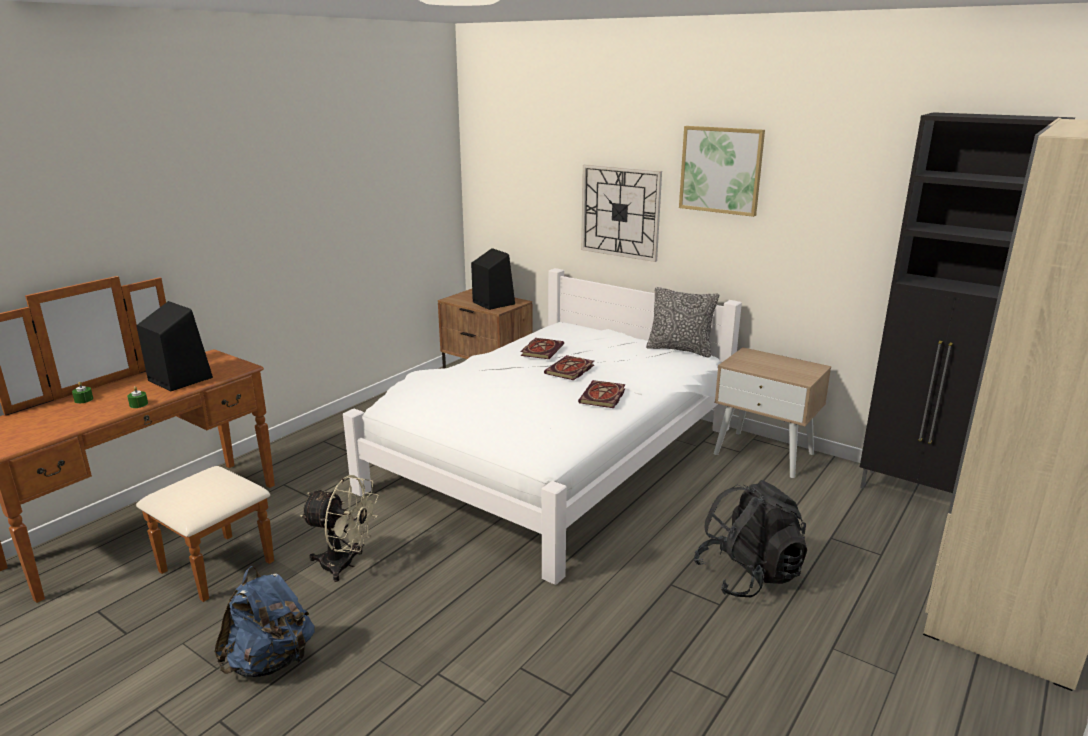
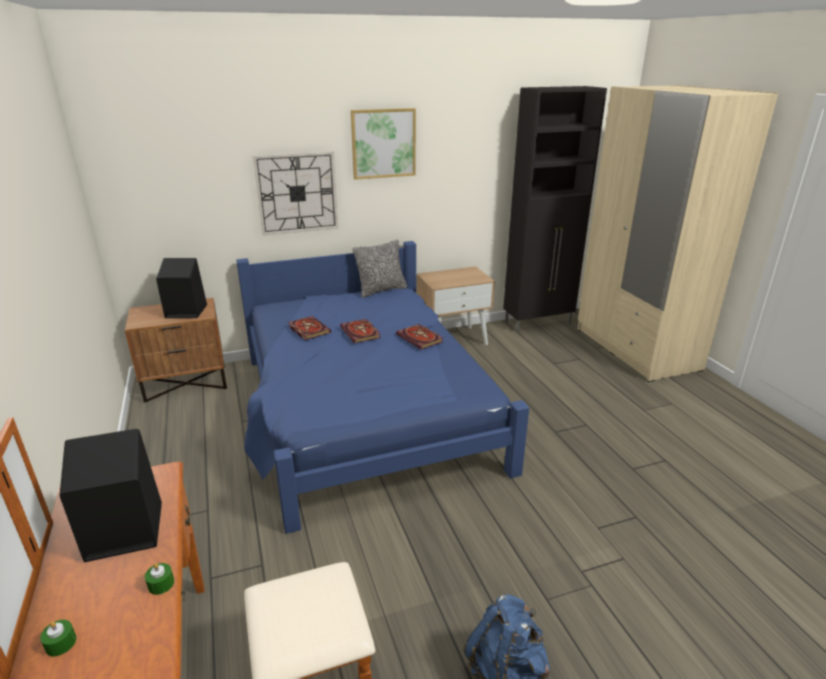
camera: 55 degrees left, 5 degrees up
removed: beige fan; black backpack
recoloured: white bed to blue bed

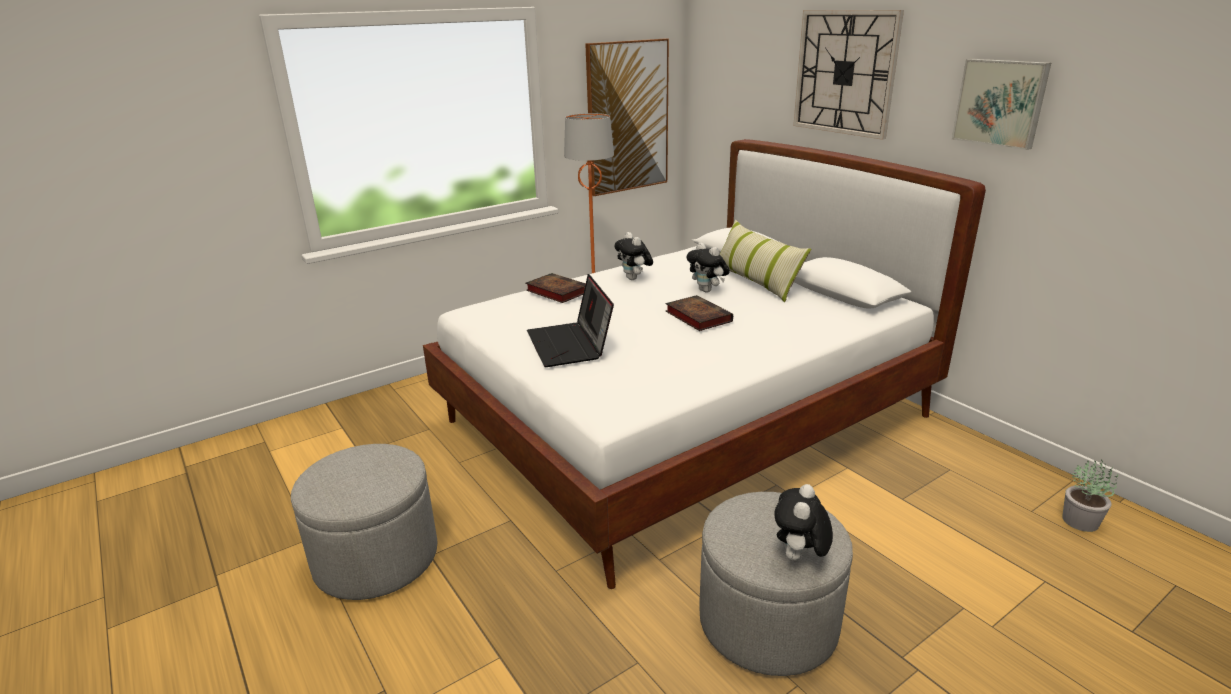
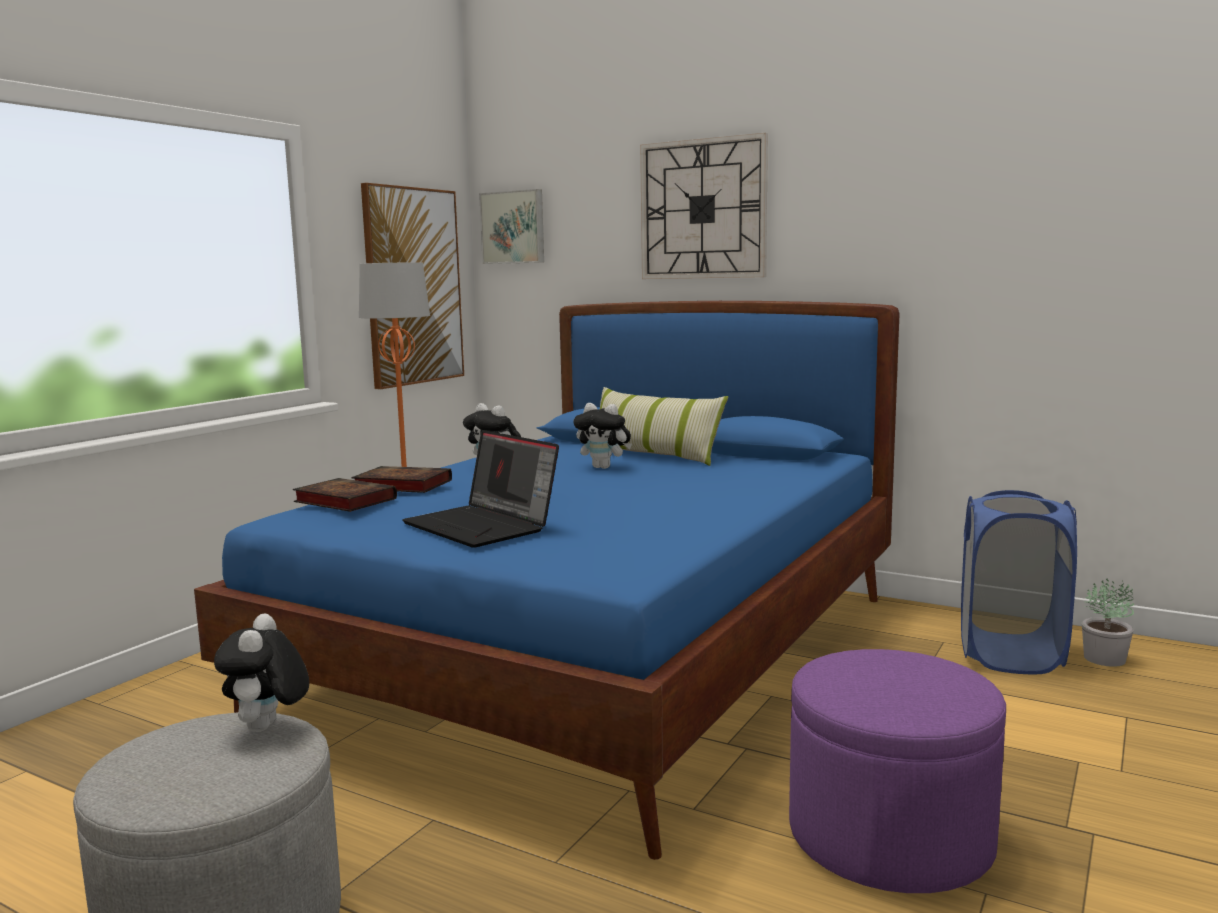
camera: 25 degrees left, 15 degrees down
added: blue laundry basket
moved: plush toy (3rd from left in the first image) to plush toy (1st from left); book (2nd from left in the first image) to book (1st from left); picture (2nd from left)
recoloured: white bed to blue bed; grey ottoman (2nd from left) to purple ottoman

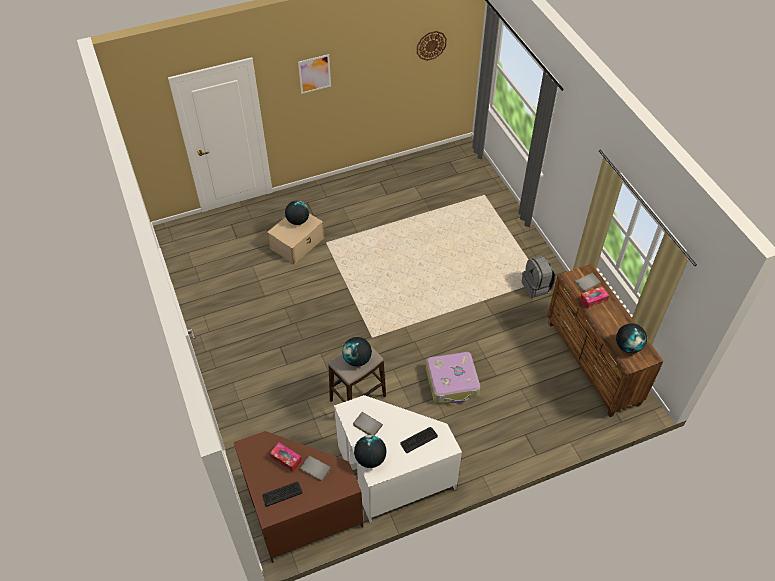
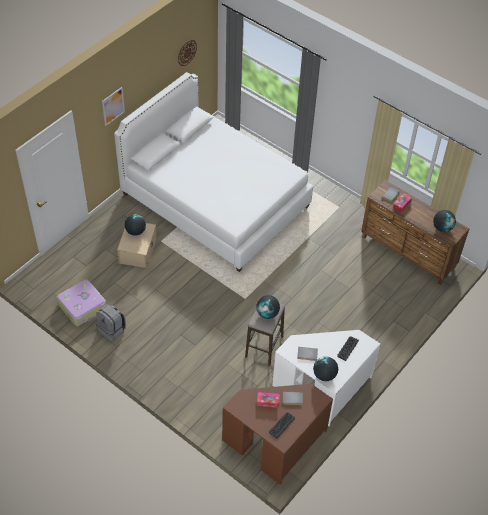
camera: 30 degrees left, 0 degrees up
added: white bed
moved: suitcase; grey backpack

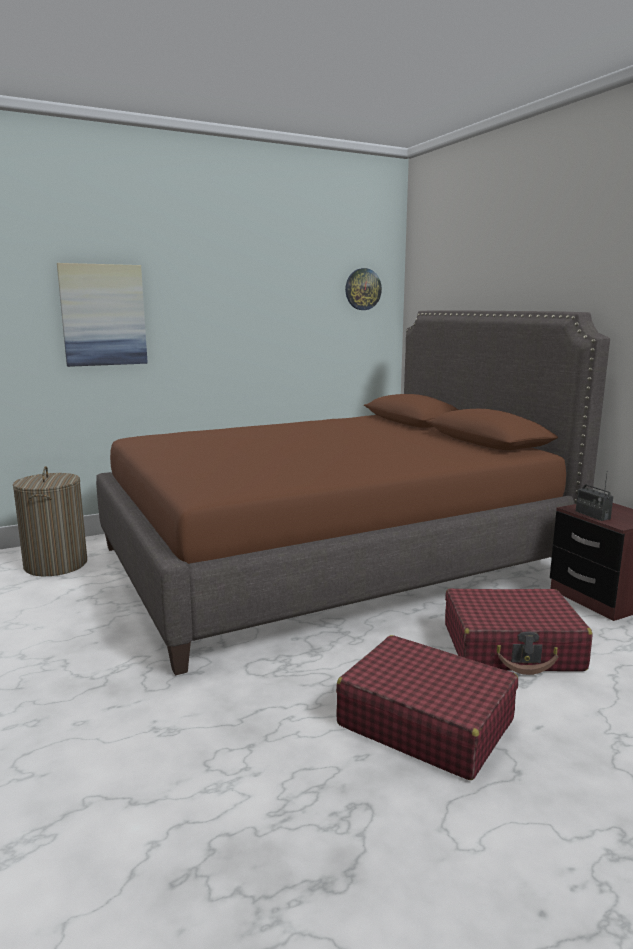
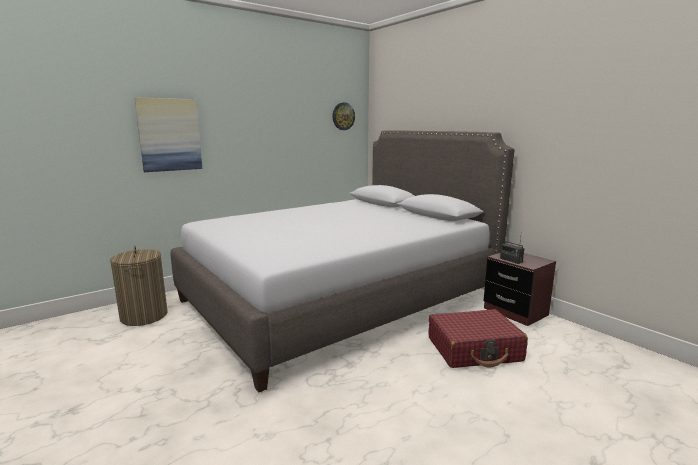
camera: 10 degrees left, 0 degrees up
removed: red suitcase (1st from left)
recoloured: brown bed to grey bed

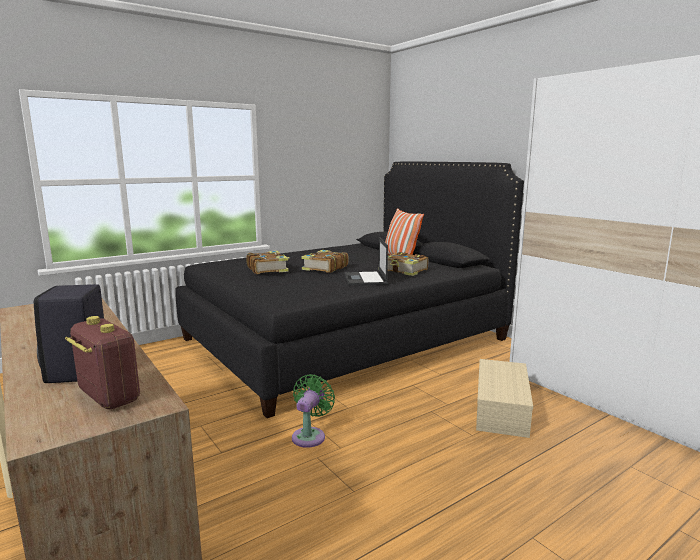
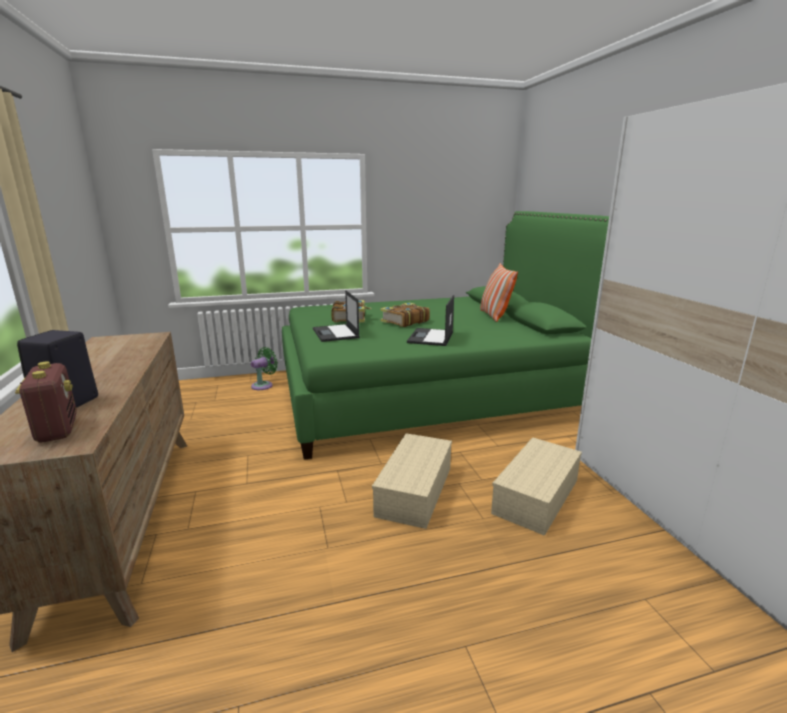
camera: 20 degrees right, 5 degrees up
removed: book (3rd from left)
added: laptop (1st from left); beige storage box (1st from left)
moved: green fan
recoloured: black bed to green bed

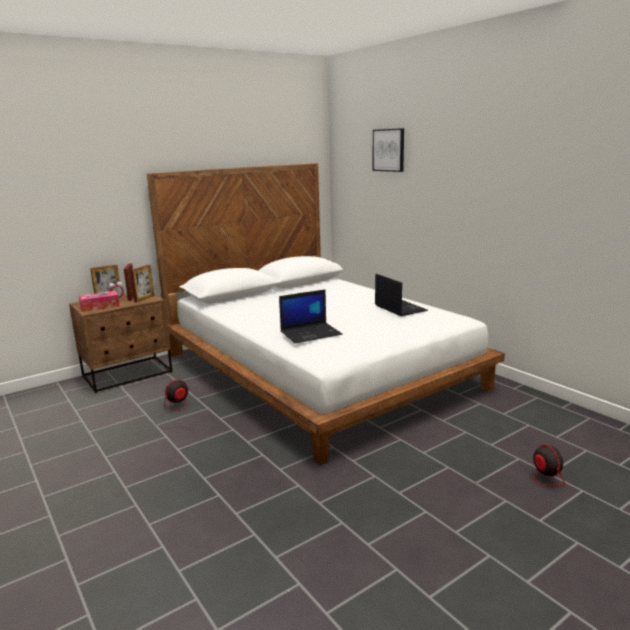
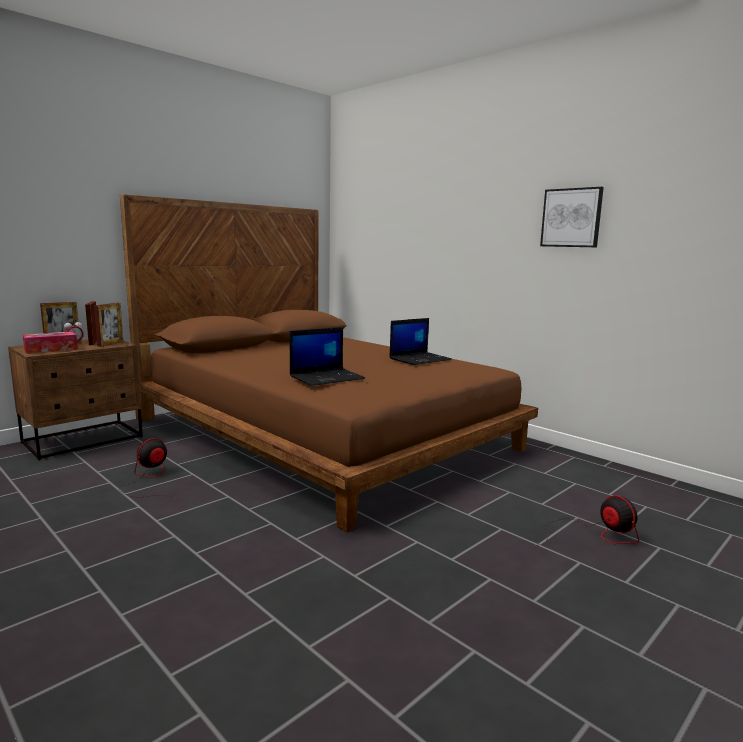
camera: 10 degrees left, 5 degrees down
moved: picture
recoloured: white bed to brown bed
turned: laptop (2nd from left) 90 degrees clockwise

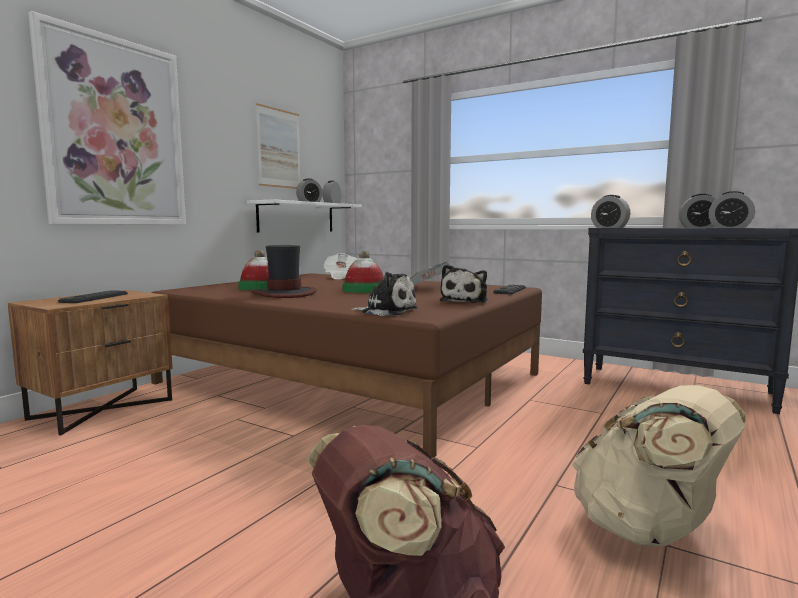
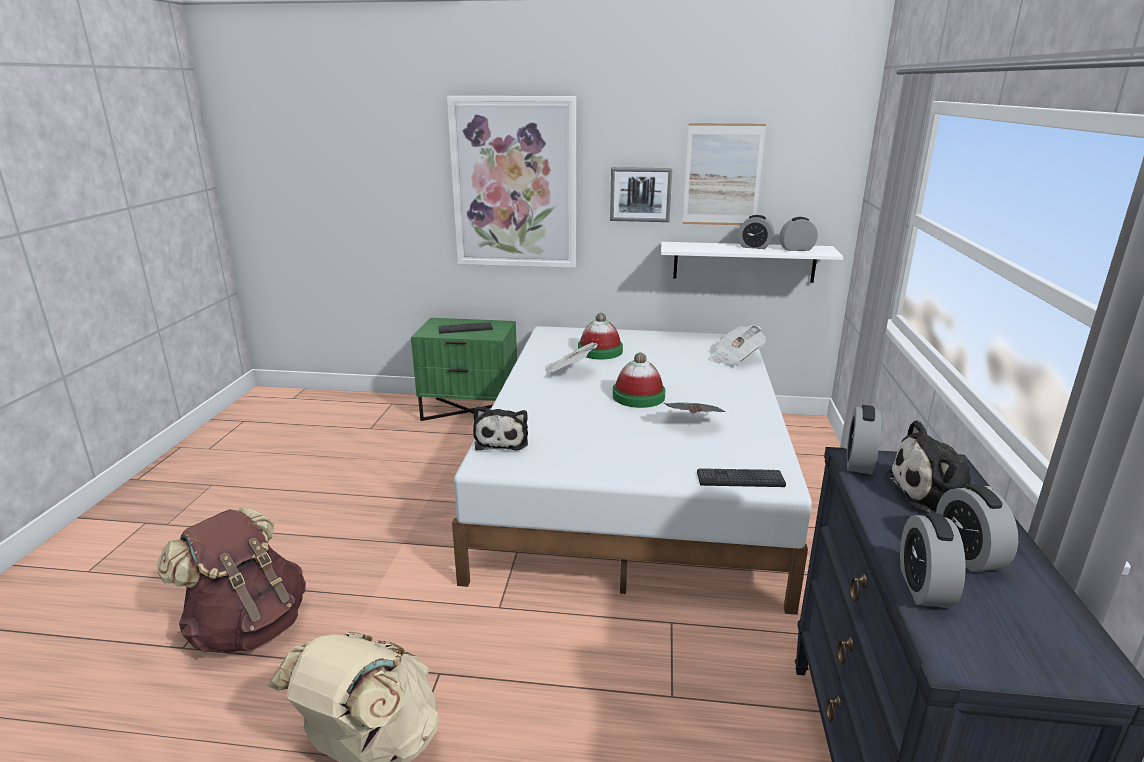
camera: 65 degrees right, 15 degrees up
added: picture (2nd from left)
moved: plush toy (2nd from left)
replaced: hat (2nd from left) to newspaper (1st from left)
recoloured: brown nightstand to green nightstand; brown bed to white bed

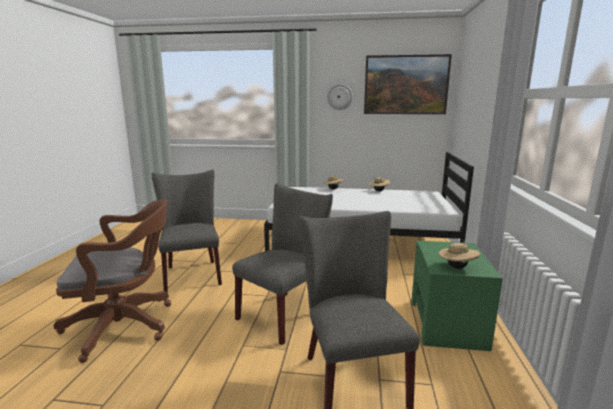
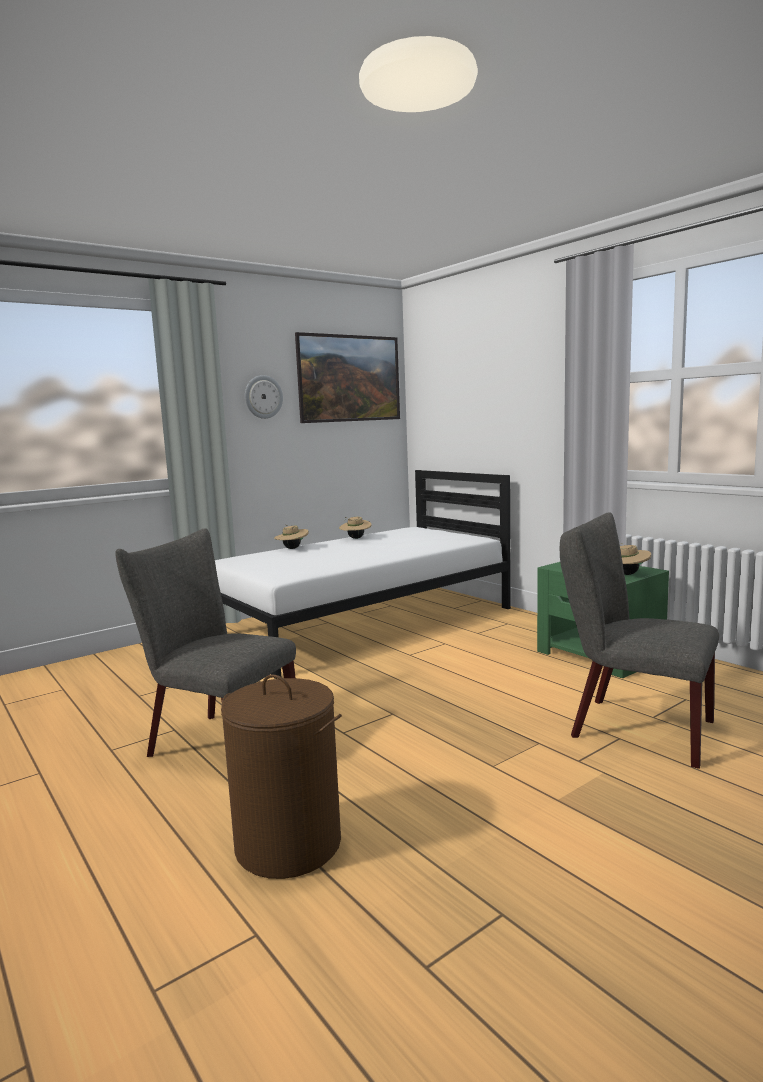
camera: 45 degrees left, 5 degrees down
removed: grey chair (2nd from left)
replaced: brown office chair to brown laundry basket

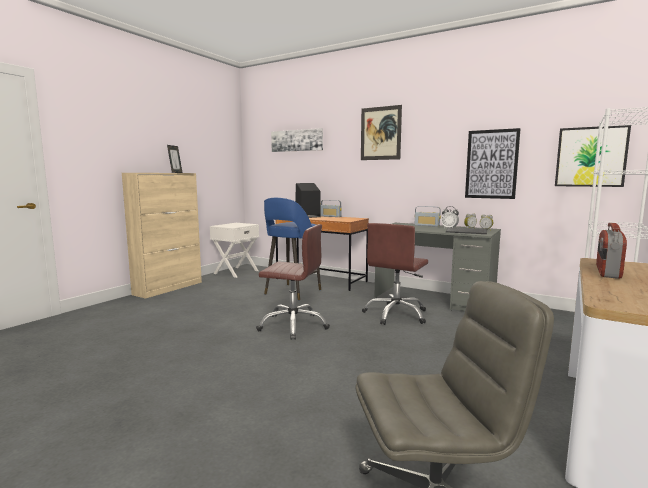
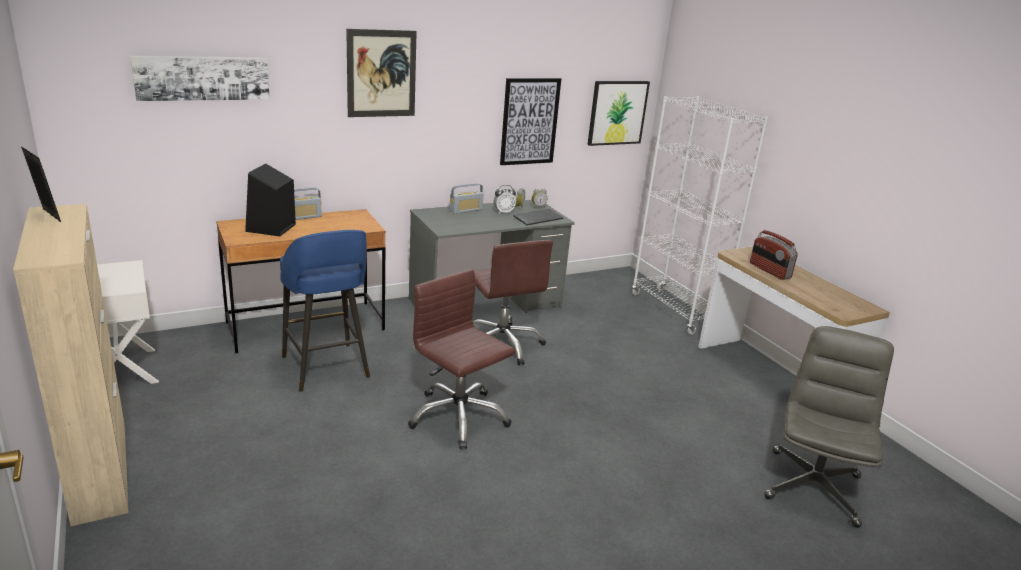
camera: 60 degrees left, 15 degrees up
turned: brown office chair (1st from left) 90 degrees counterclockwise

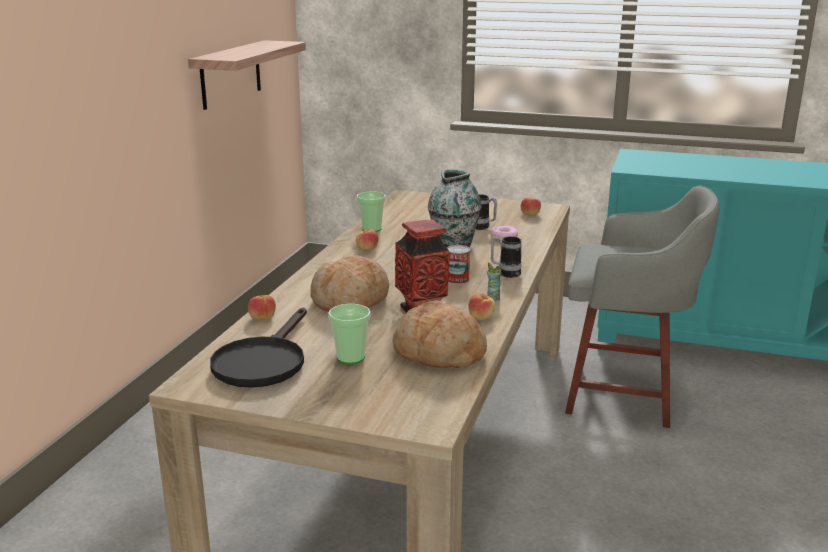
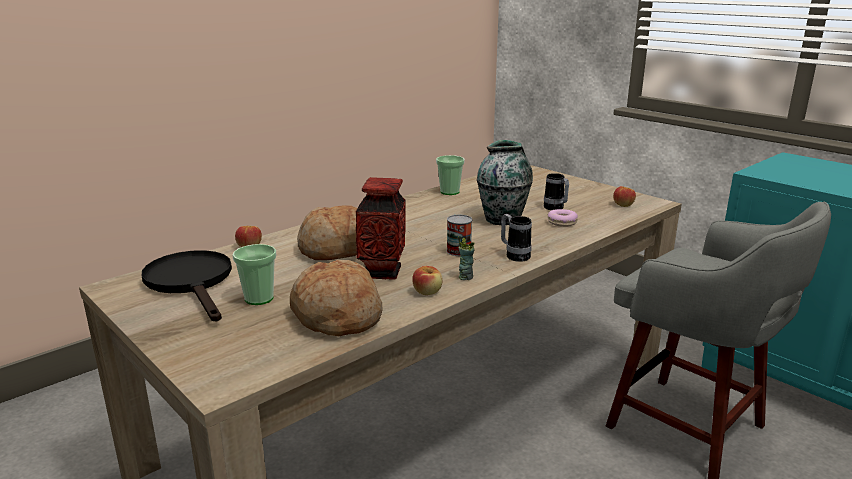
camera: 30 degrees right, 0 degrees up
removed: shelf; apple (2nd from left)
turned: black frying pan 105 degrees clockwise

